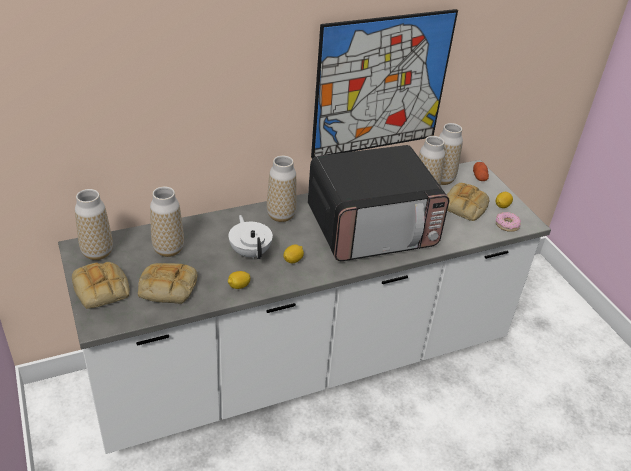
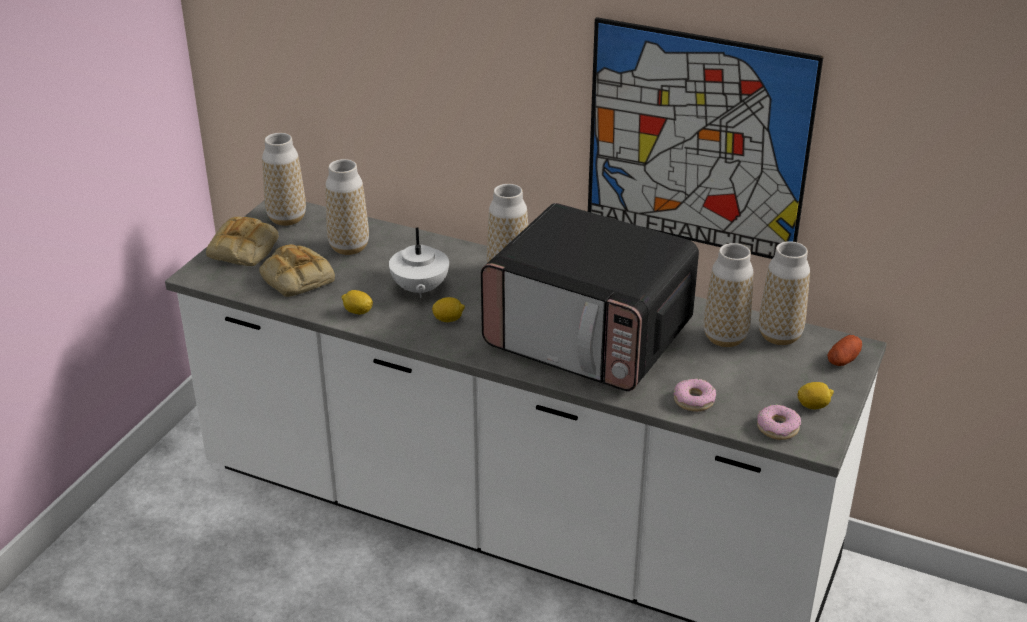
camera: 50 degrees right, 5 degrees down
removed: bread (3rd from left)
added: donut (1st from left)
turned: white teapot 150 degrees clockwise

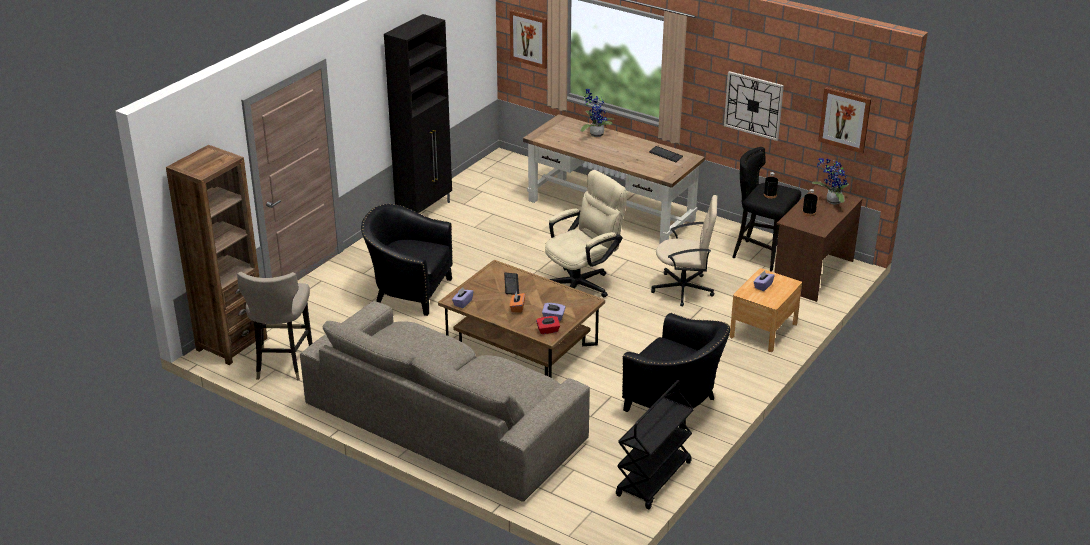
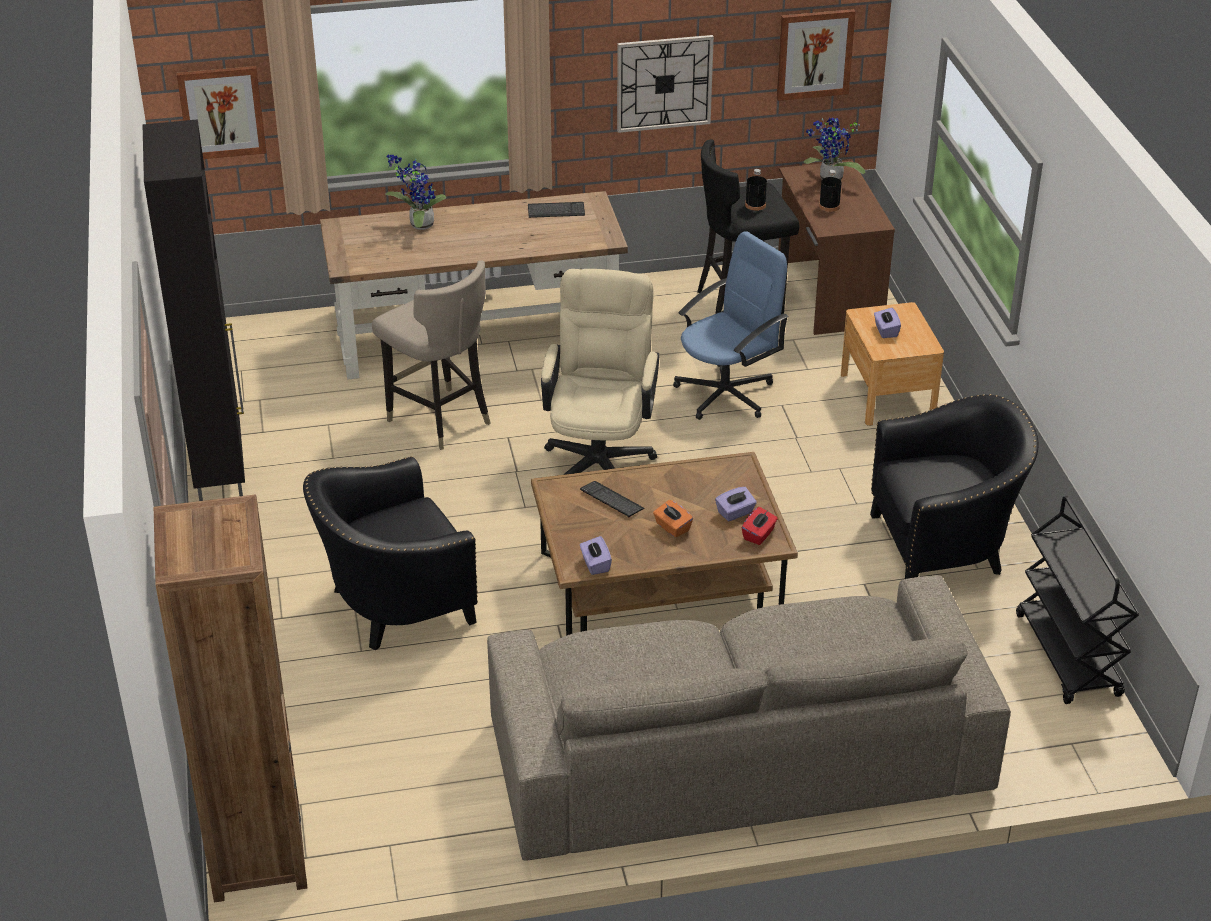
camera: 45 degrees left, 5 degrees up
moved: beige stool
recoloured: beige office chair (2nd from left) to blue office chair

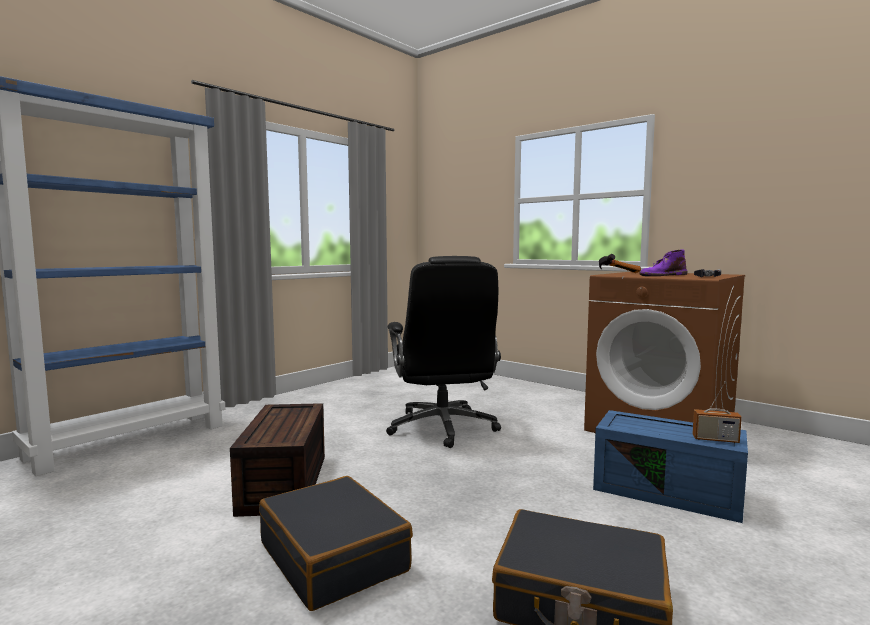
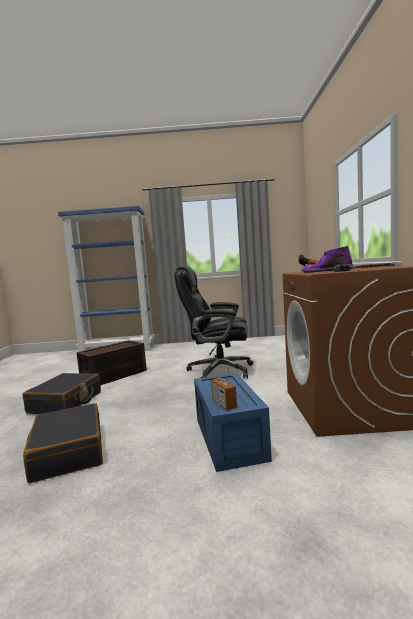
camera: 50 degrees right, 0 degrees up
turned: black office chair 60 degrees clockwise

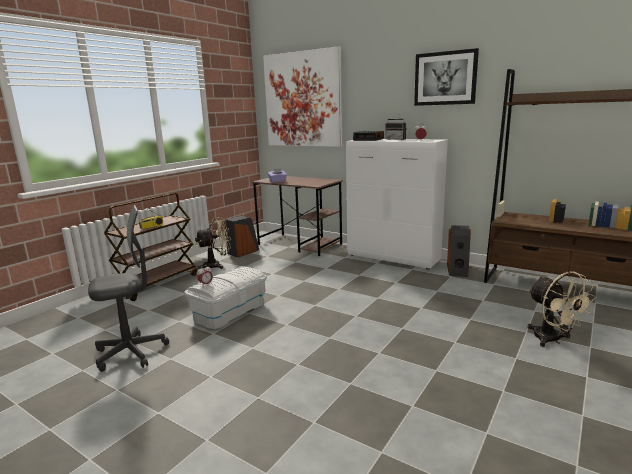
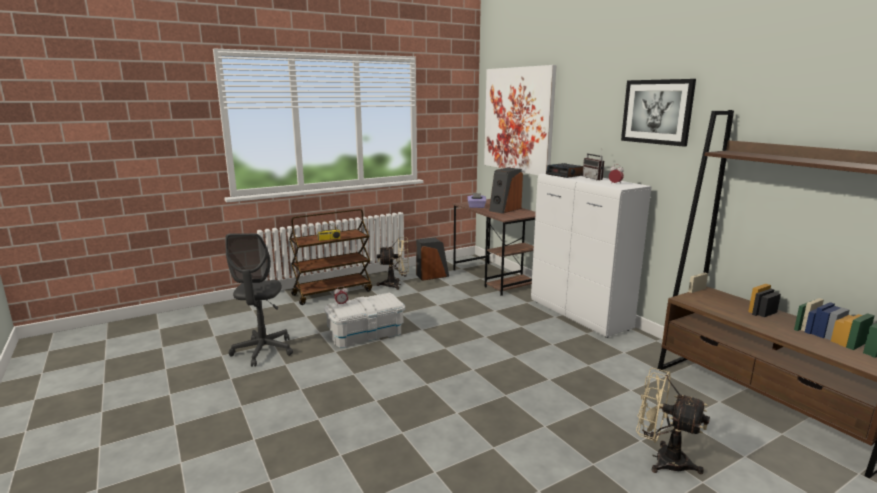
camera: 25 degrees right, 0 degrees up
moved: speaker (2nd from left)
turned: grey office chair 90 degrees clockwise; beige fan (2nd from left) 120 degrees clockwise

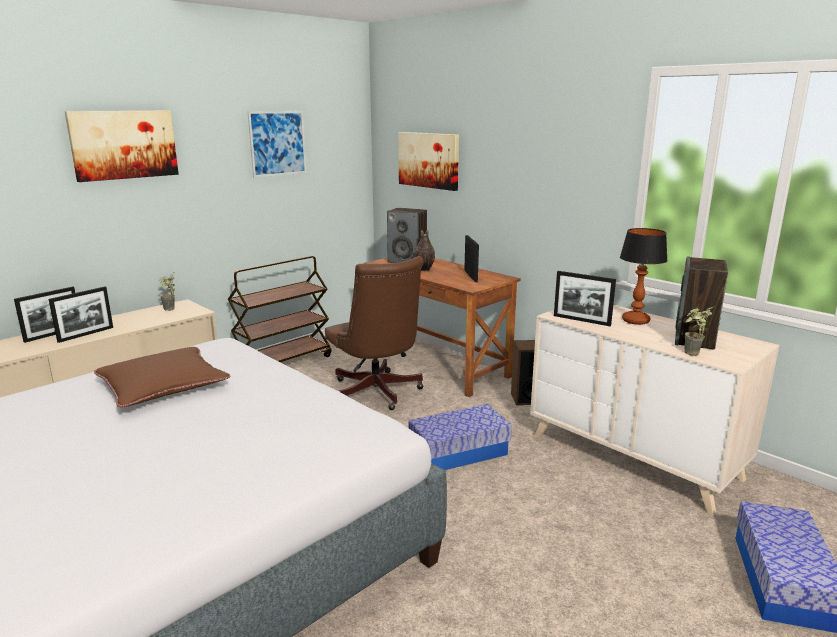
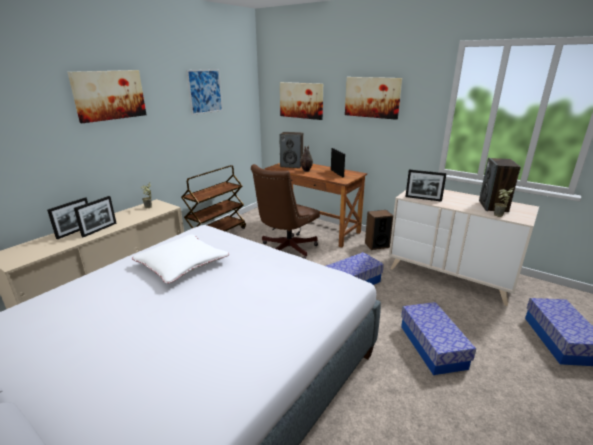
camera: 10 degrees left, 5 degrees up
removed: table lamp
added: picture (4th from left); storage box (2nd from left)
recoloured: brown pillow to white pillow
turned: brown office chair 75 degrees clockwise

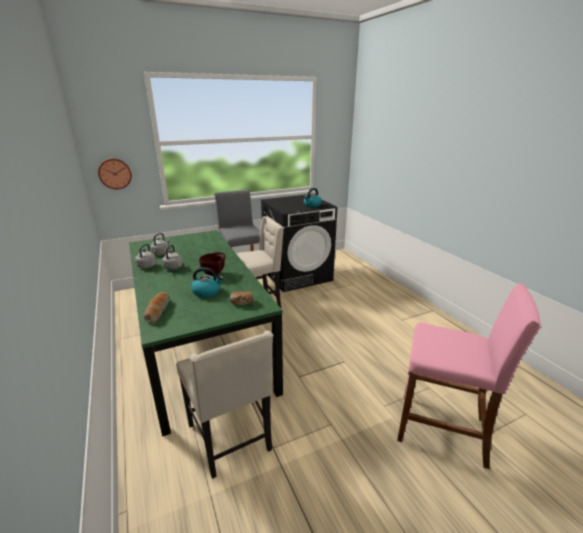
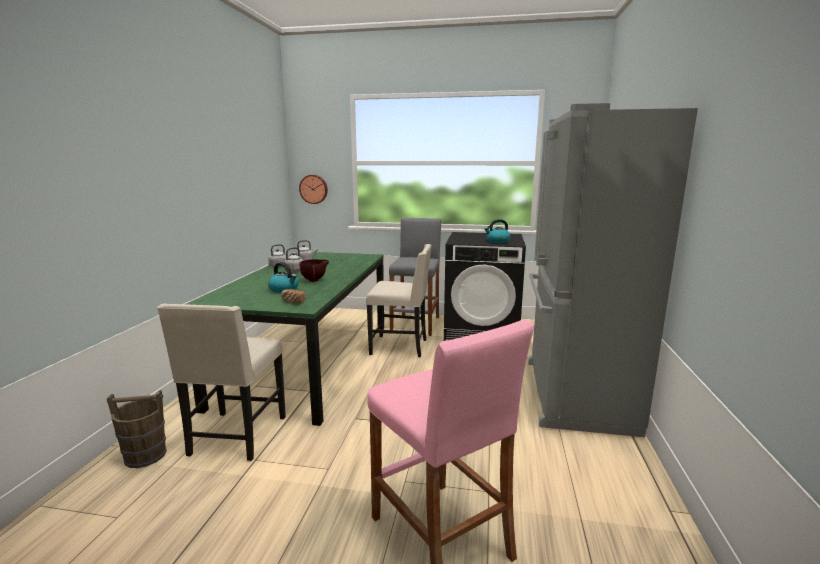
camera: 35 degrees right, 10 degrees down
removed: bread (1st from left)
added: brown bucket; grey fridge

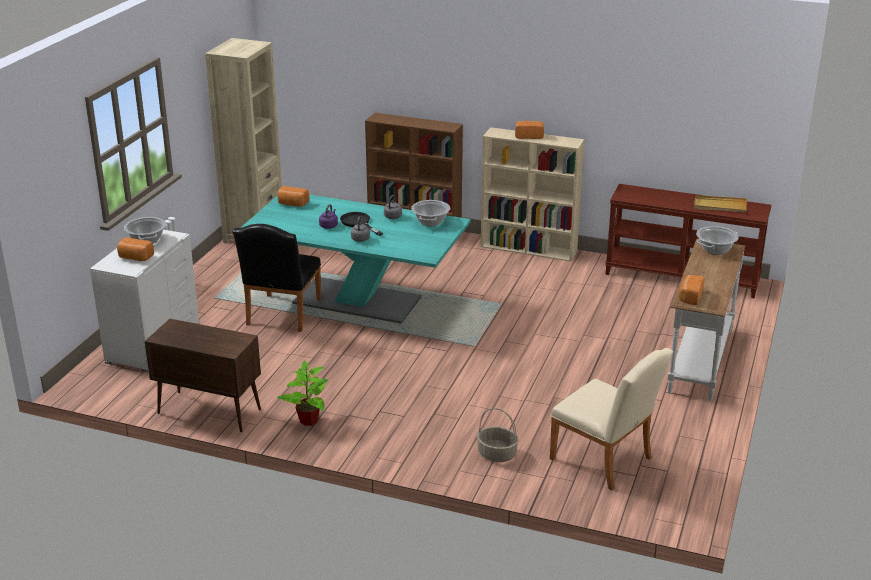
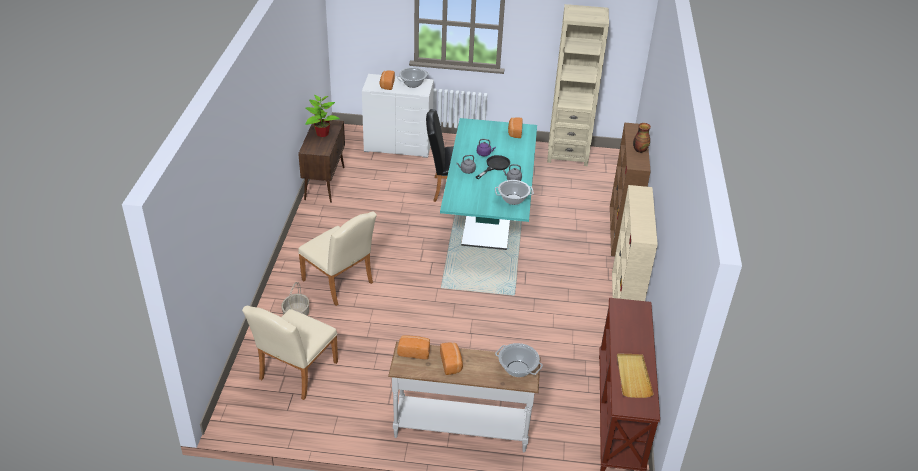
camera: 75 degrees right, 10 degrees up
added: beige chair (2nd from left); vase
moved: potted plant; bread (3rd from left)

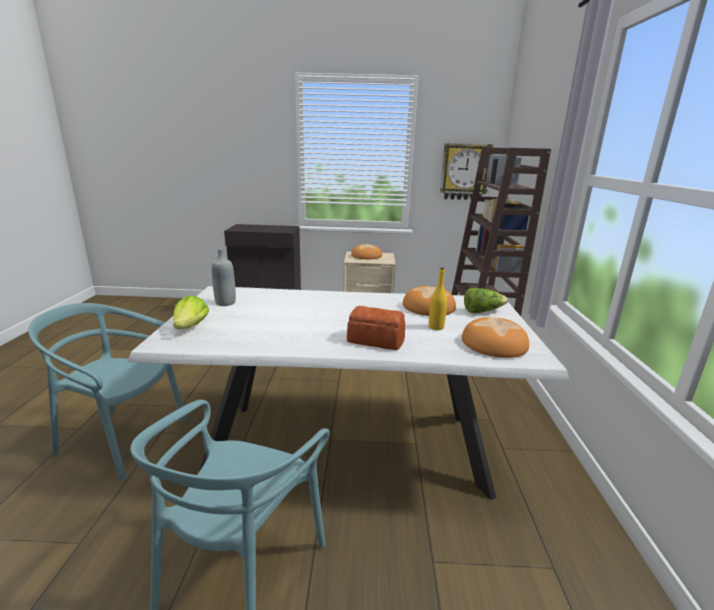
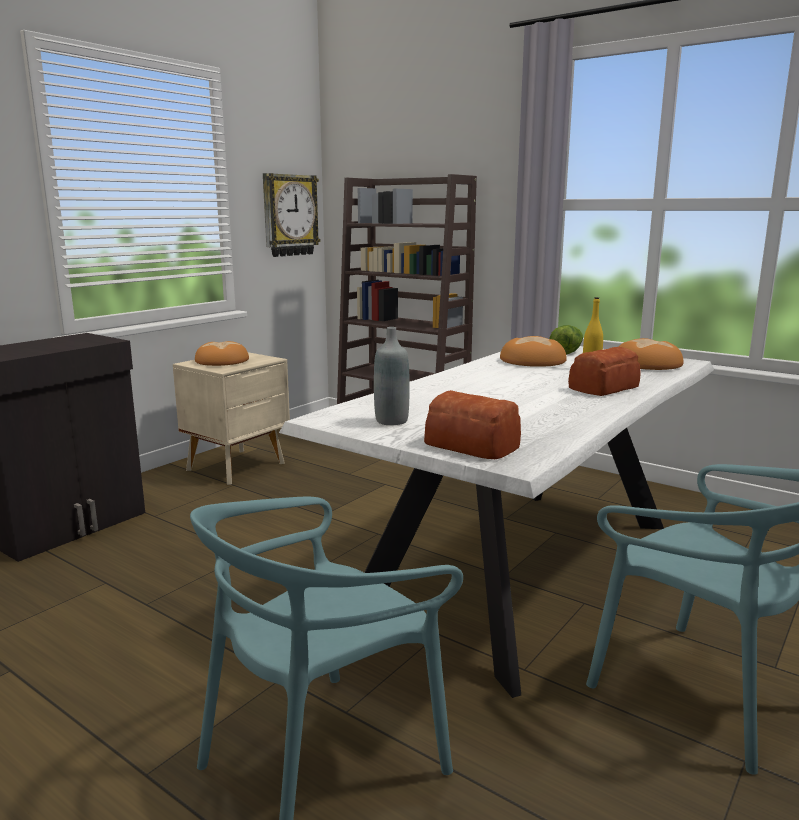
camera: 55 degrees left, 5 degrees down
replaced: lettuce (1st from left) to bread (2nd from left)

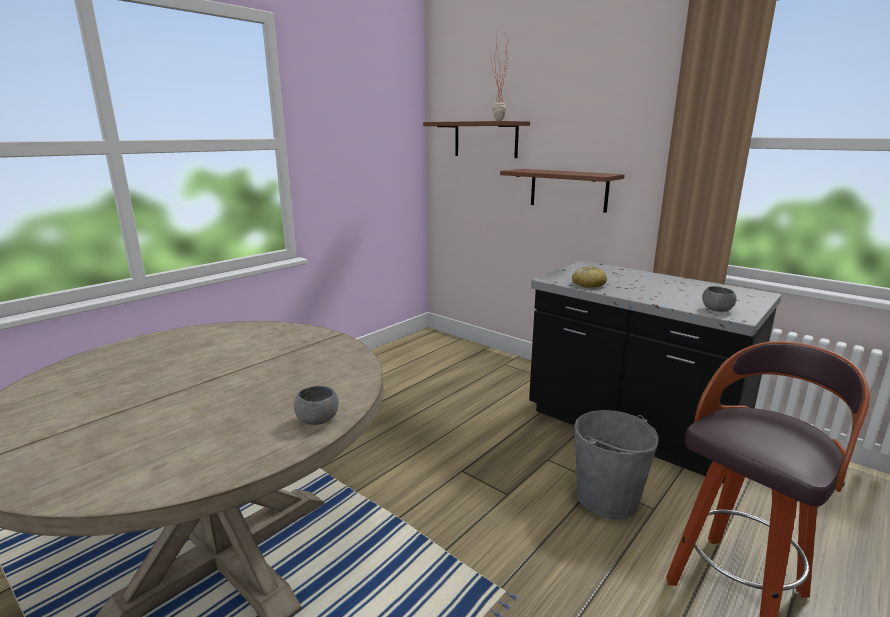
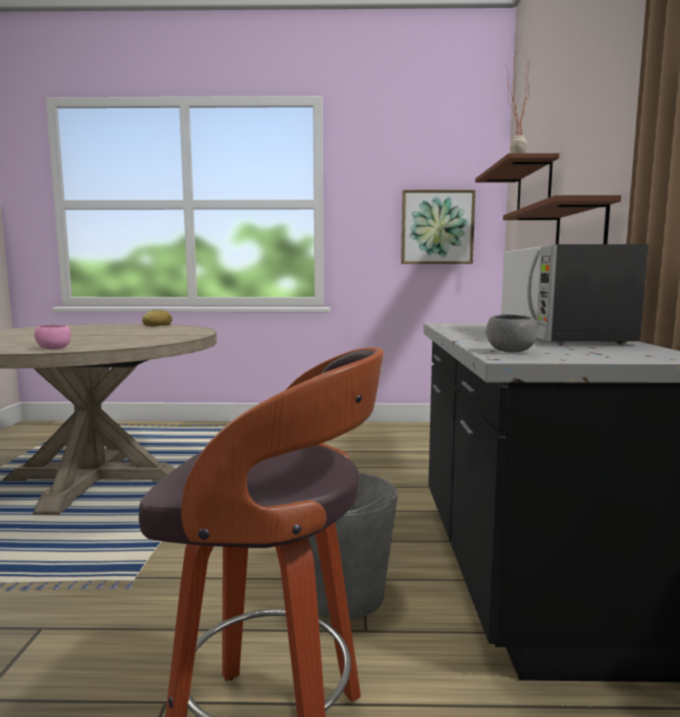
camera: 50 degrees right, 10 degrees down
added: picture; microwave
moved: bread
recoloured: grey bowl (1st from left) to pink bowl

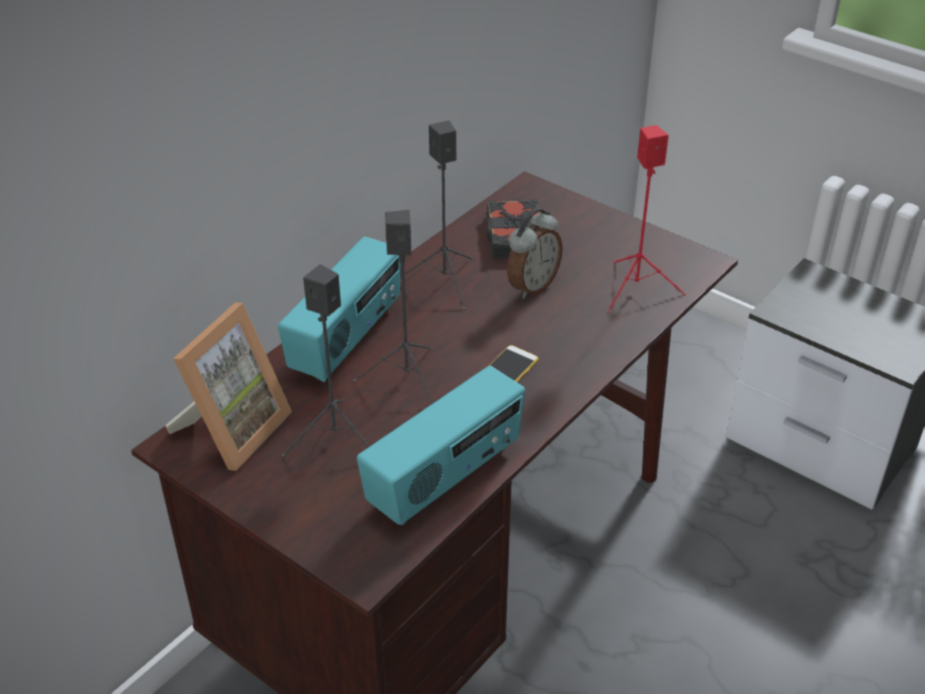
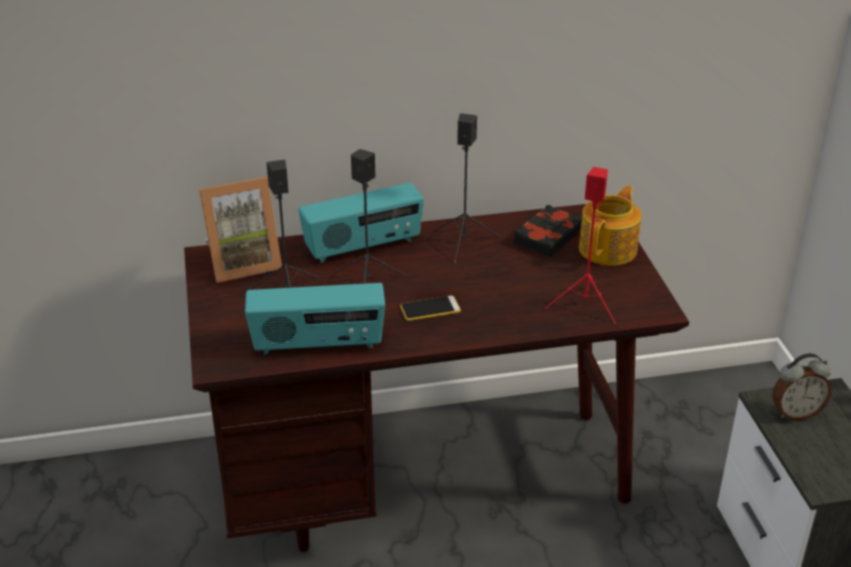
camera: 40 degrees right, 5 degrees down
added: teapot
moved: alarm clock

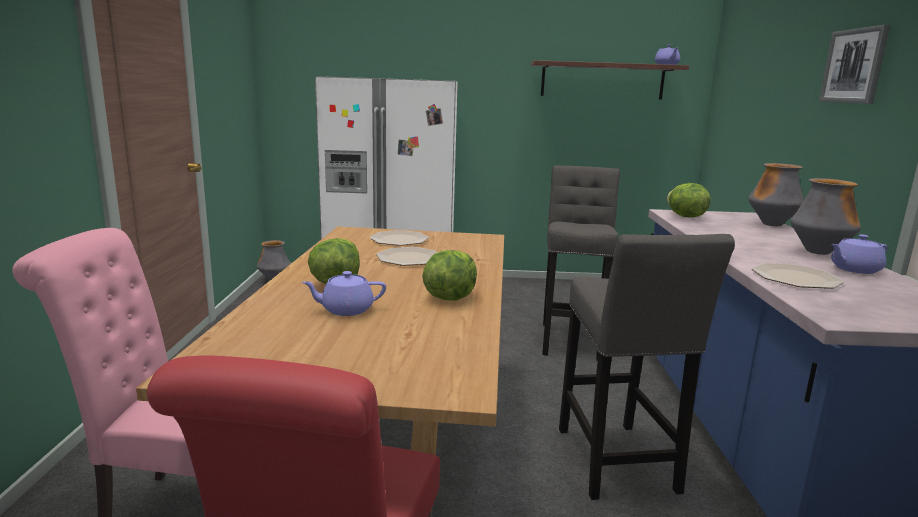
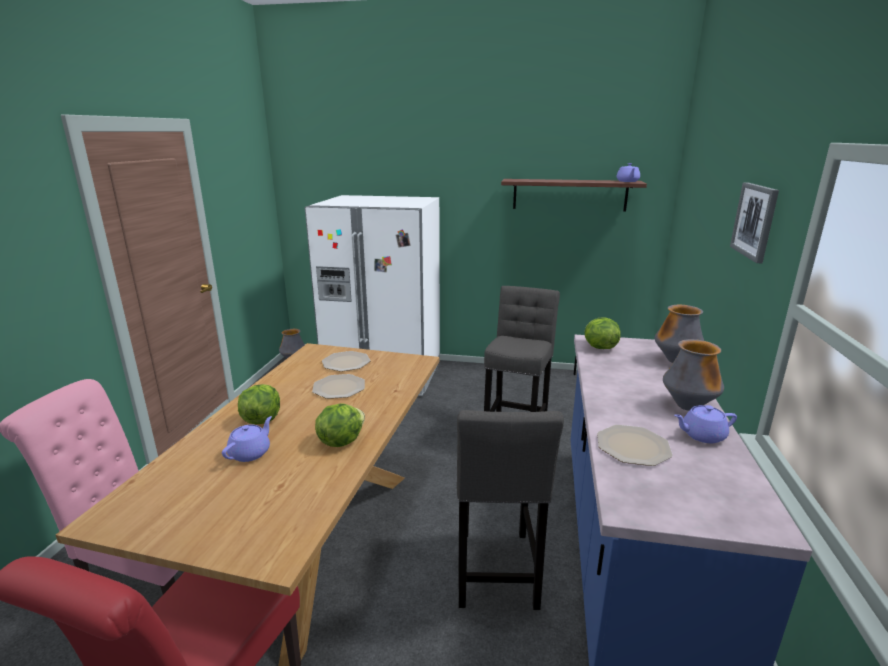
camera: 10 degrees right, 5 degrees up
turned: purple teapot (1st from left) 120 degrees clockwise

